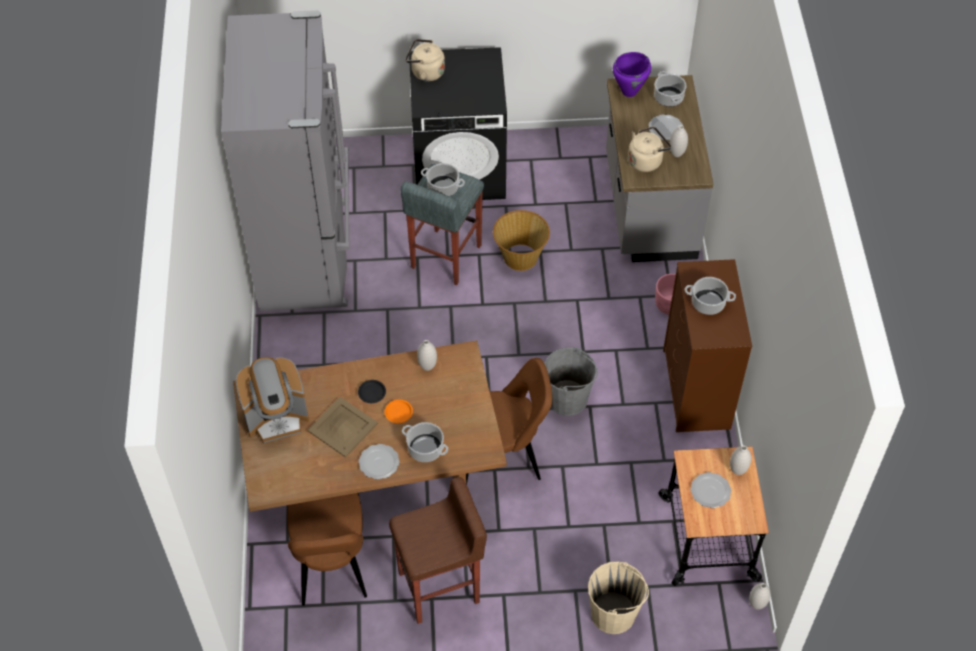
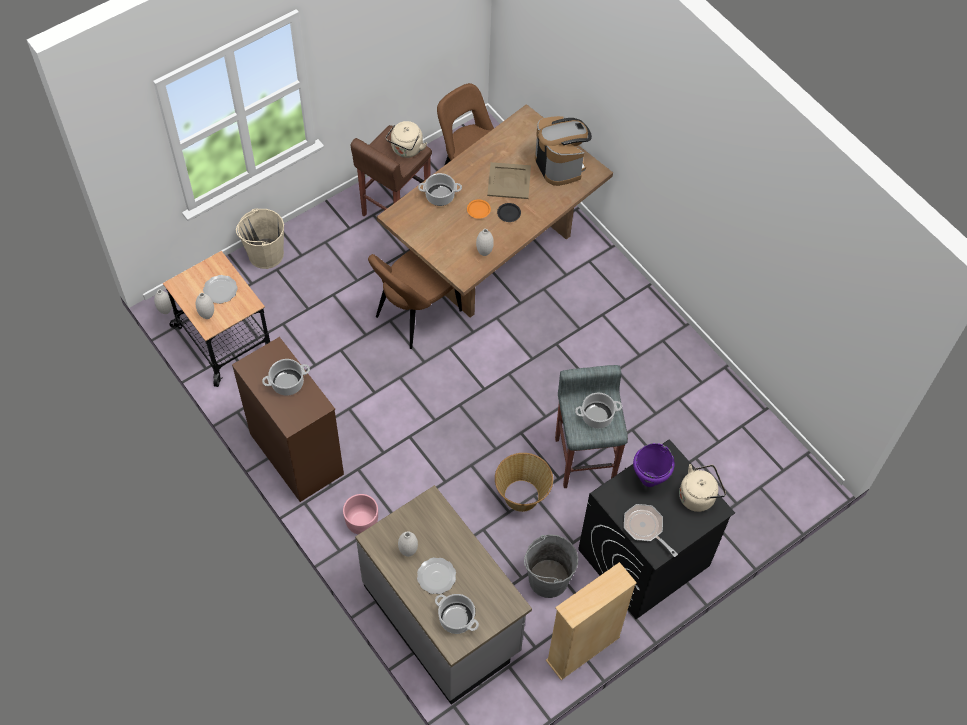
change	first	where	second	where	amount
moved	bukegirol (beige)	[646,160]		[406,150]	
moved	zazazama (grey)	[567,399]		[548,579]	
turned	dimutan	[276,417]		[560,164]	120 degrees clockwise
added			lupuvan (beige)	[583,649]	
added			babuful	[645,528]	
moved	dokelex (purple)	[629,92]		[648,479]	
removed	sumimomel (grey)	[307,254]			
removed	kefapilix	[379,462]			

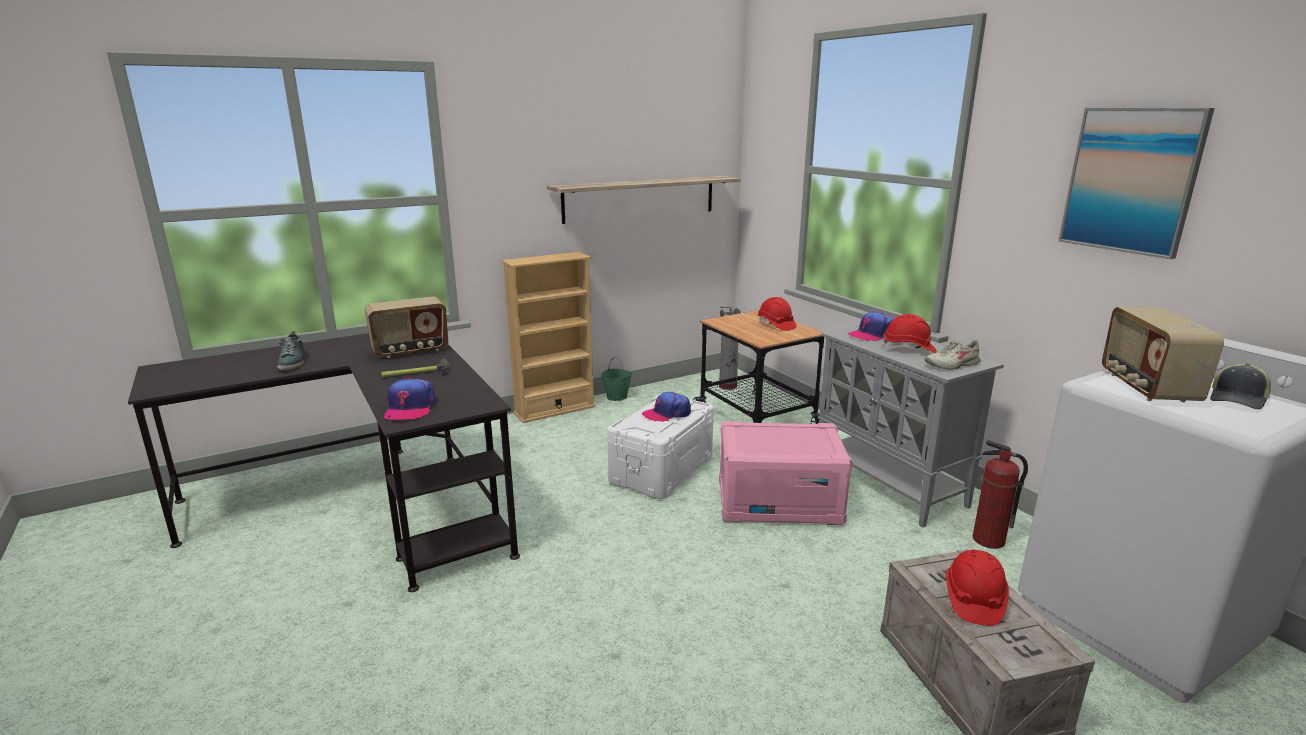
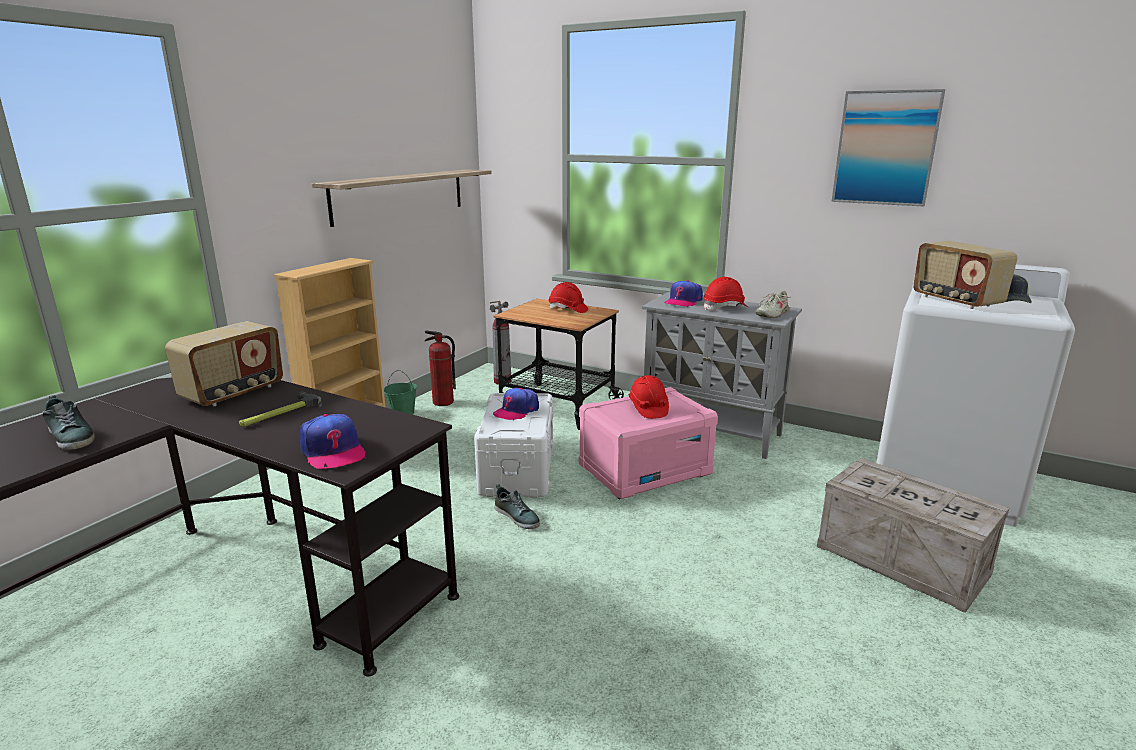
change	first	where	second	where	amount
moved	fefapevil	[988,540]		[443,402]	
added			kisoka	[517,516]	
moved	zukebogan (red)	[973,600]		[648,409]	

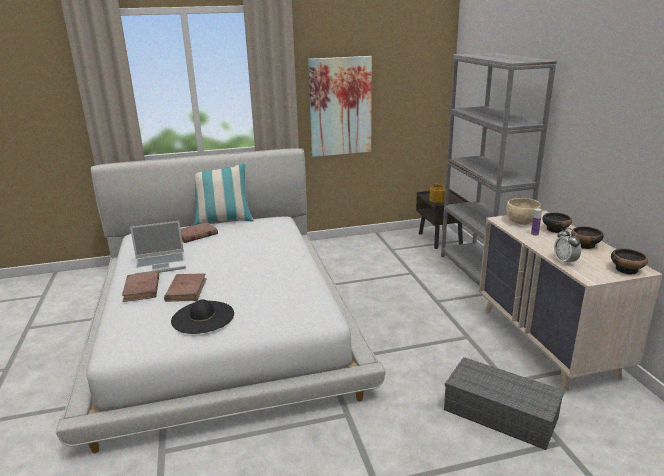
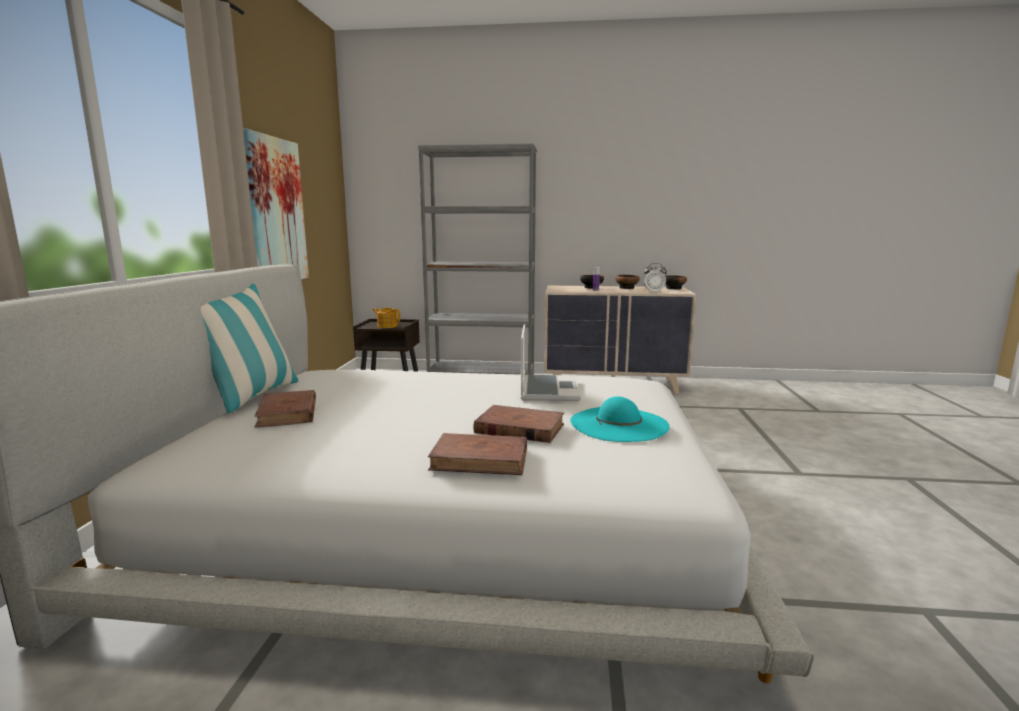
change	first	where	second	where	amount
moved	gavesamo	[161,264]		[547,389]	
recoloured	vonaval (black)	[203,317]	vonaval (turquoise)	[618,424]	
removed	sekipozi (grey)	[502,413]			
removed	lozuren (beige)	[522,221]			

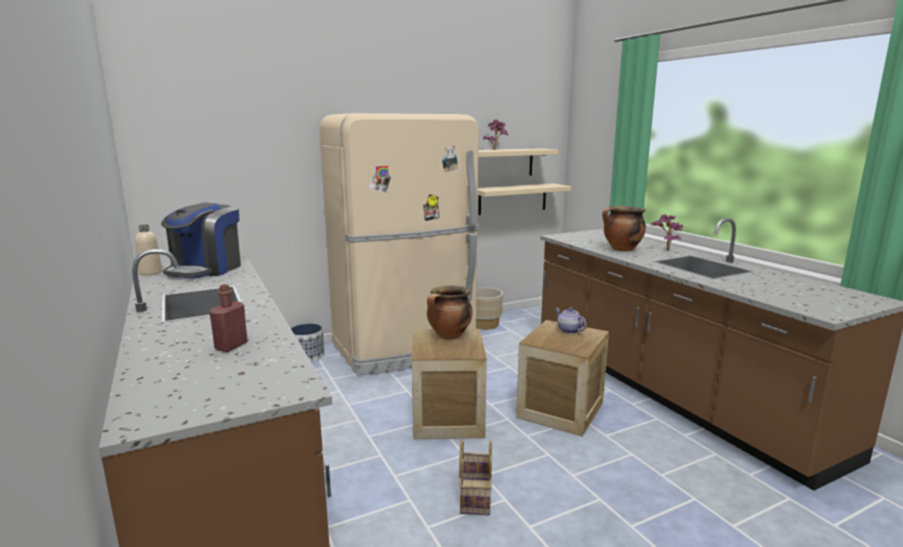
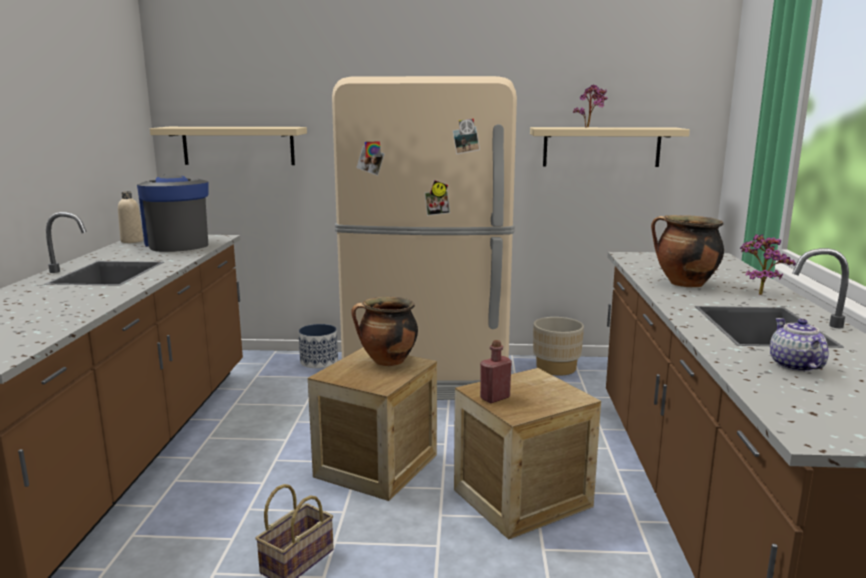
change	first	where	second	where	amount
turned	dimutan	[206,269]		[177,244]	105 degrees clockwise
moved	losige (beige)	[512,199]		[238,145]	
moved	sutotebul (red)	[231,346]		[495,398]	
moved	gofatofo	[569,330]		[795,366]	

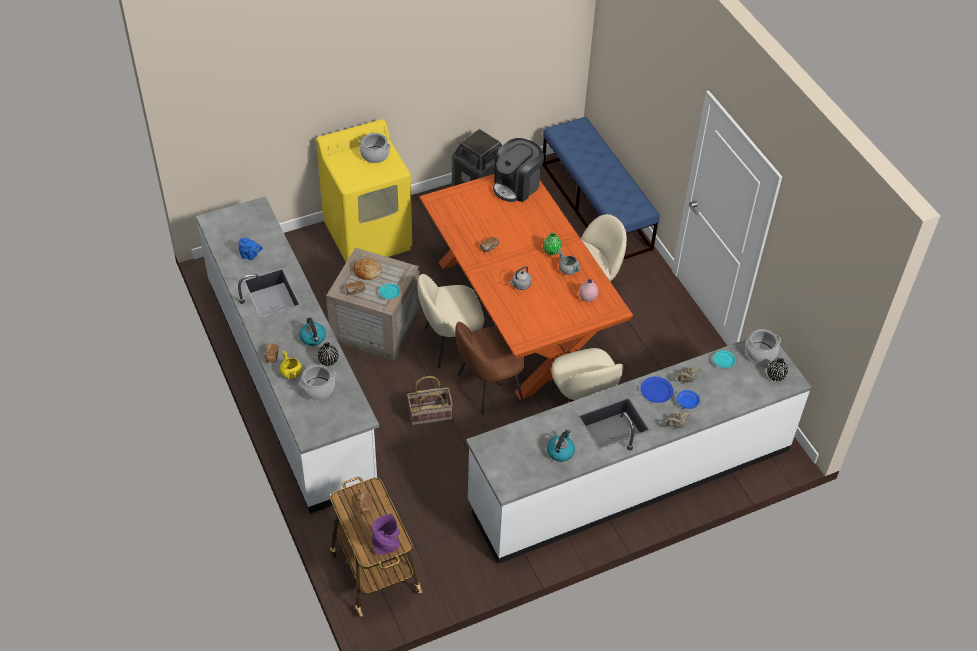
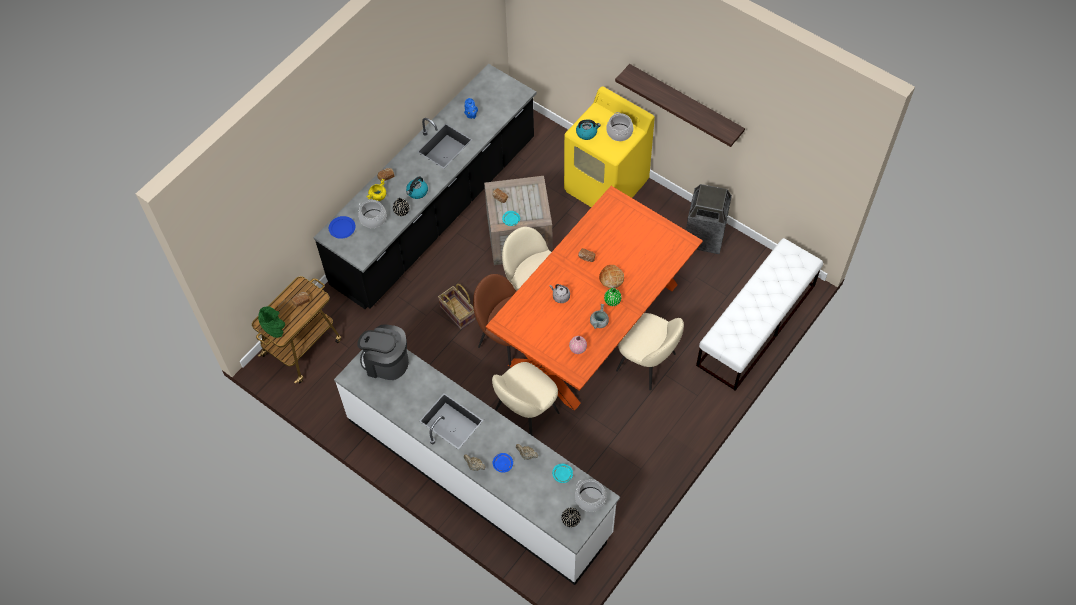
change	first	where	second	where	amount
recoloured	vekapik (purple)	[386,546]	vekapik (green)	[275,330]	
recoloured	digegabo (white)	[290,380]	digegabo (black)	[436,212]	
moved	kefapilix (blue)	[656,391]		[342,228]	
moved	dimutan	[517,186]		[386,362]	
moved	bukegirol	[560,451]		[587,133]	
moved	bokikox	[367,271]		[611,278]	
added			losige	[685,103]	
recoloured	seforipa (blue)	[596,206]	seforipa (white)	[756,325]	

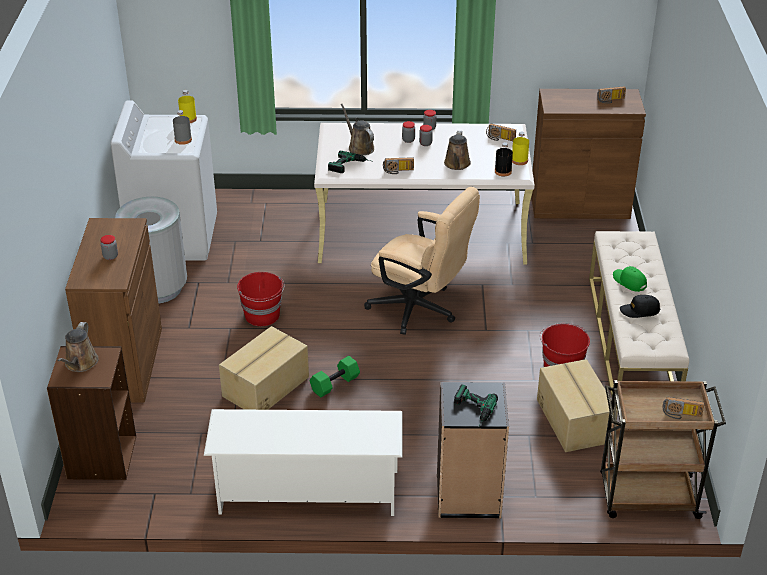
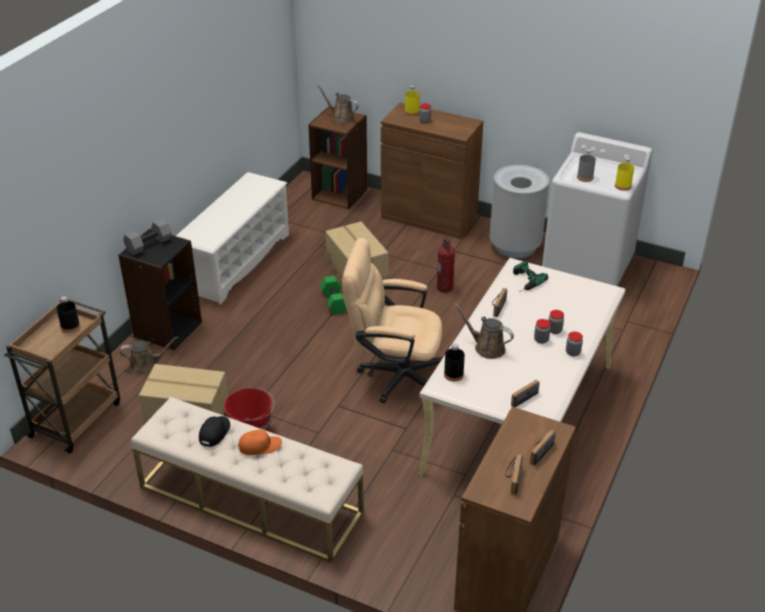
change	first	where	second	where	amount
added			sutotebul (black)	[70,326]	
moved	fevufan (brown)	[359,147]		[147,366]	
replaced	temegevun	[472,410]	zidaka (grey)	[149,244]	
recoloured	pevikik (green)	[629,282]	pevikik (orange)	[260,446]	
turned	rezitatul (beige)	[420,310]		[394,375]	45 degrees clockwise
moved	sutotebul (yellow)	[519,160]		[412,112]	
replaced	zazazama (red)	[262,315]	fefapevil	[445,288]	
moved	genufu	[681,415]		[539,451]	

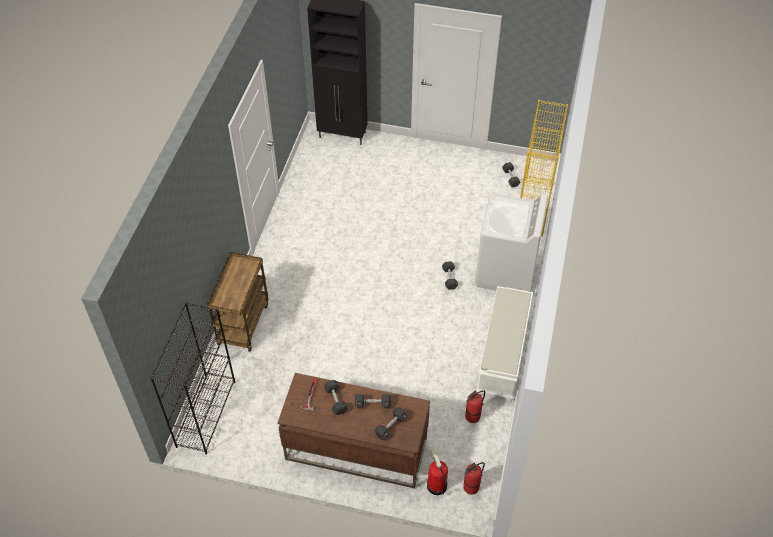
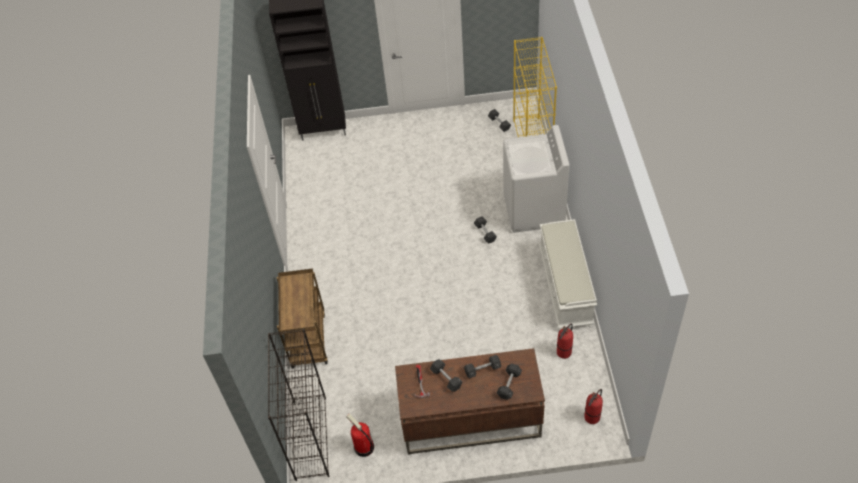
change	first	where	second	where	amount
moved	fefapevil	[436,485]		[363,447]	

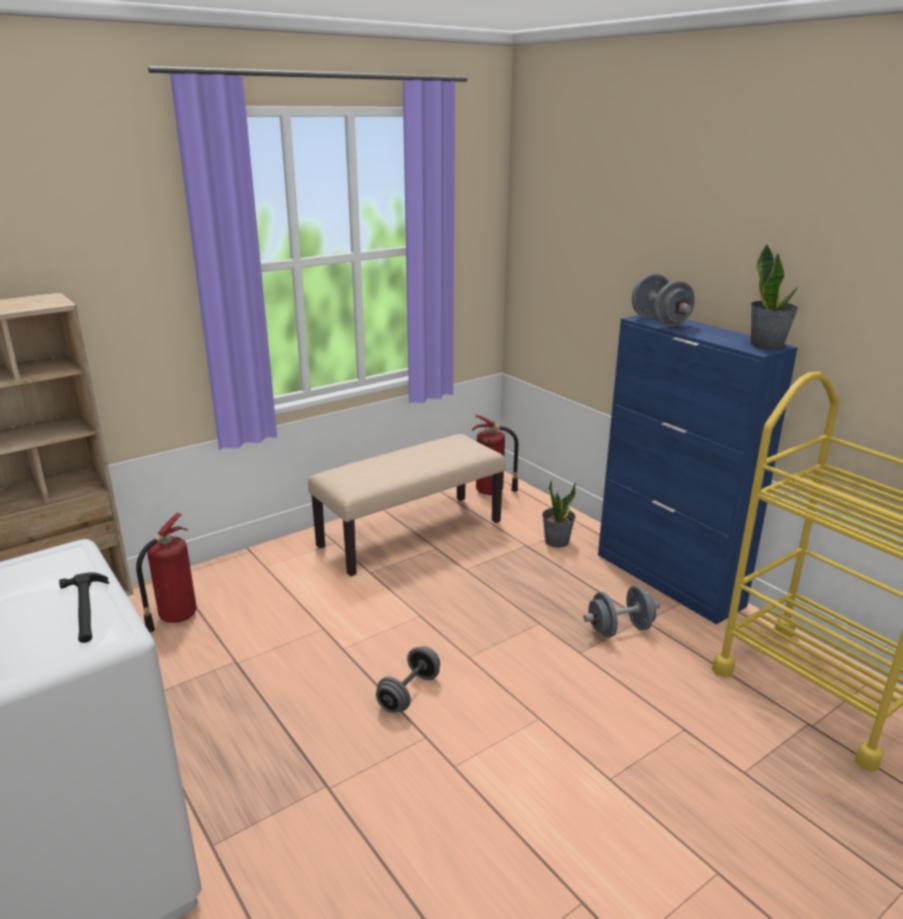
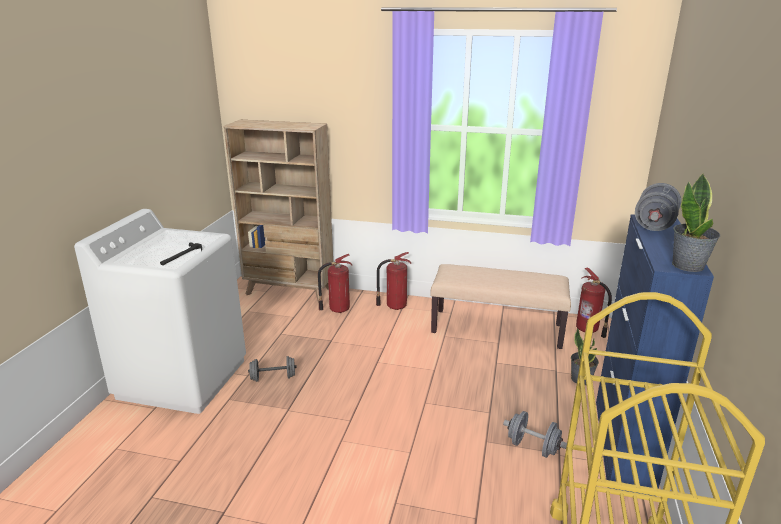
change	first	where	second	where	amount
moved	zidaka (grey)	[409,693]		[273,377]	
added			fefapevil	[394,306]	

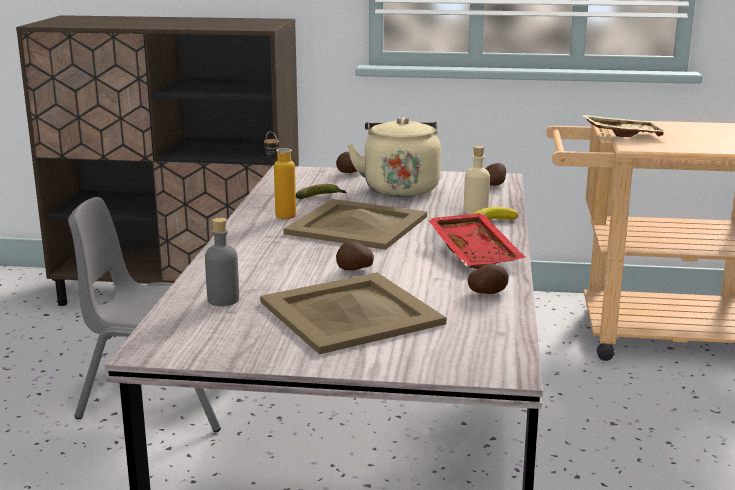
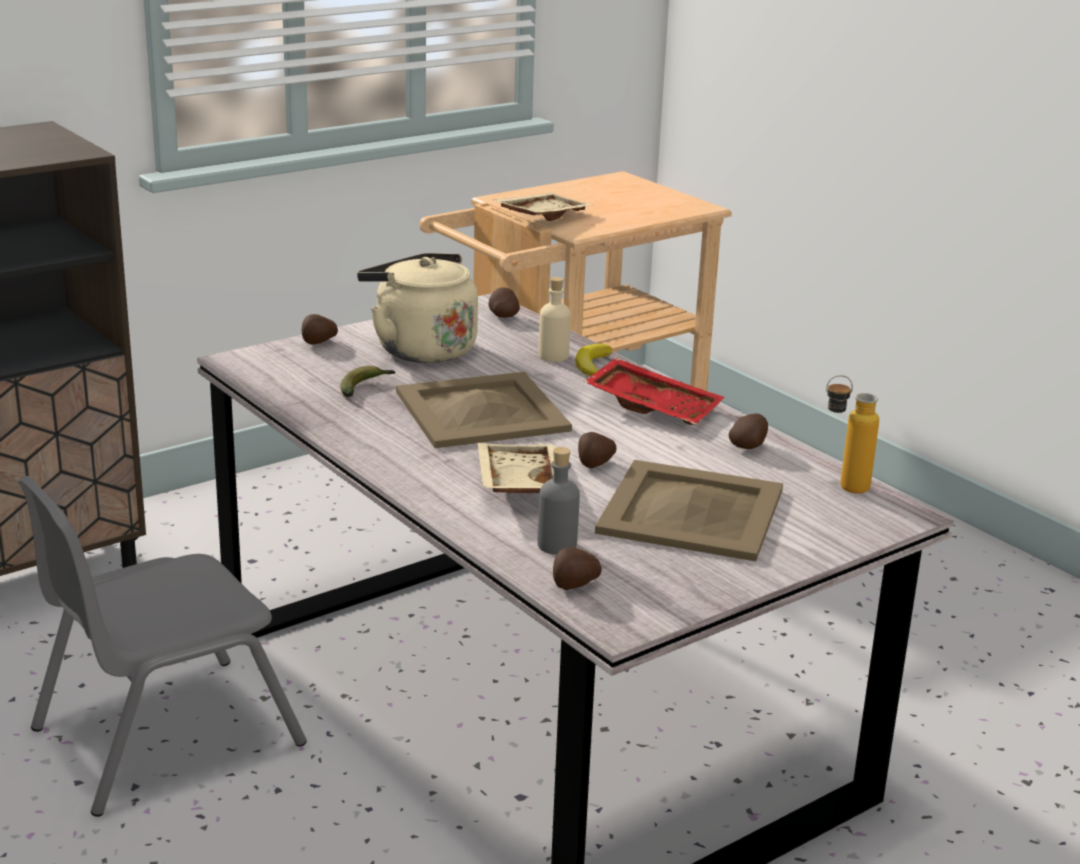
change	first	where	second	where	amount
added			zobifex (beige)	[517,484]	
added			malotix	[574,585]	
moved	sutotebul	[280,214]		[842,487]	

